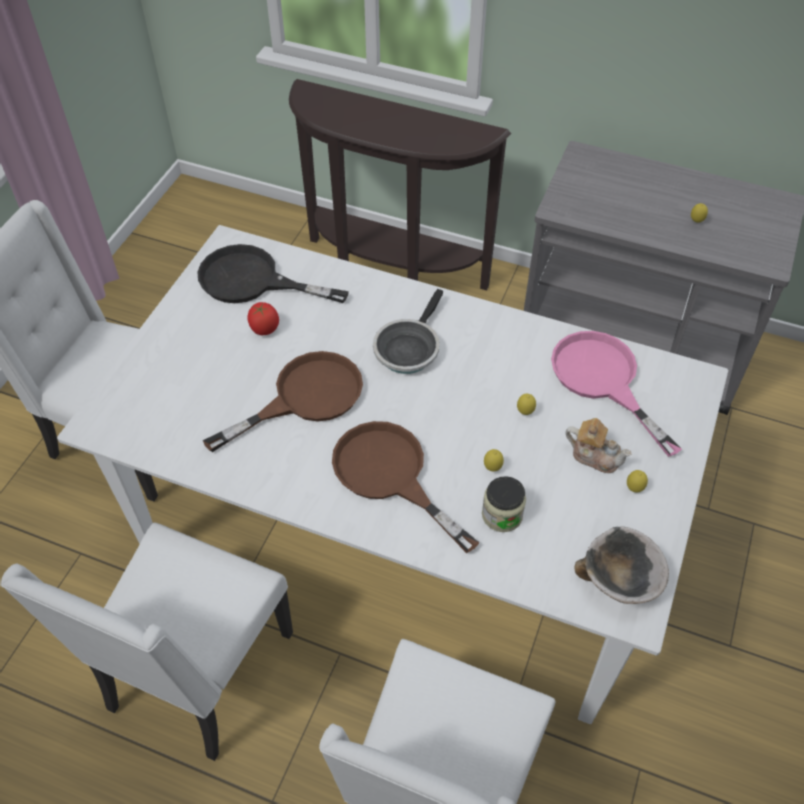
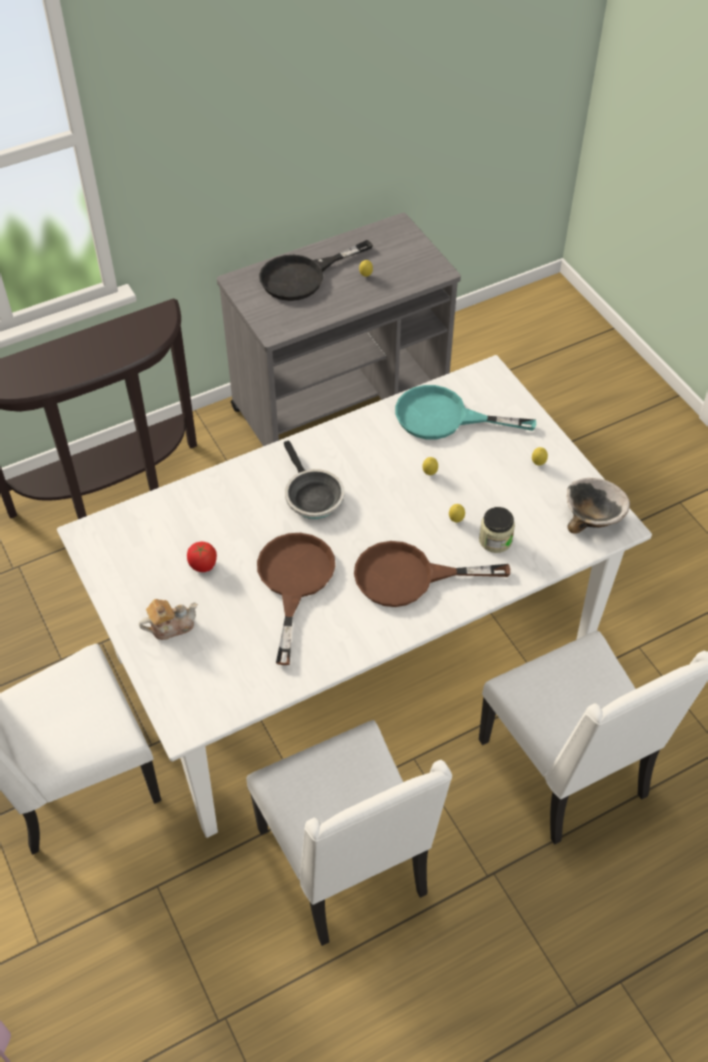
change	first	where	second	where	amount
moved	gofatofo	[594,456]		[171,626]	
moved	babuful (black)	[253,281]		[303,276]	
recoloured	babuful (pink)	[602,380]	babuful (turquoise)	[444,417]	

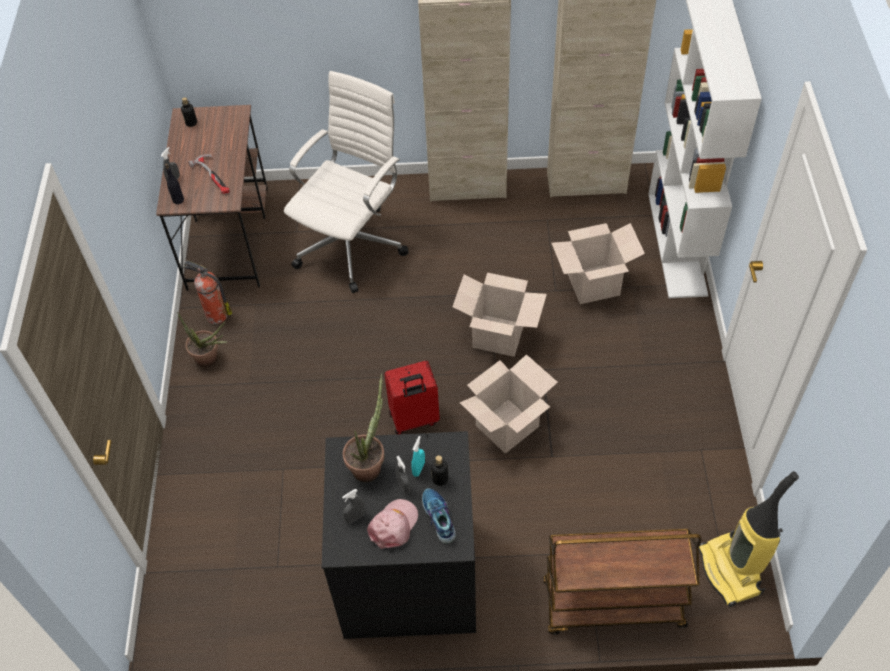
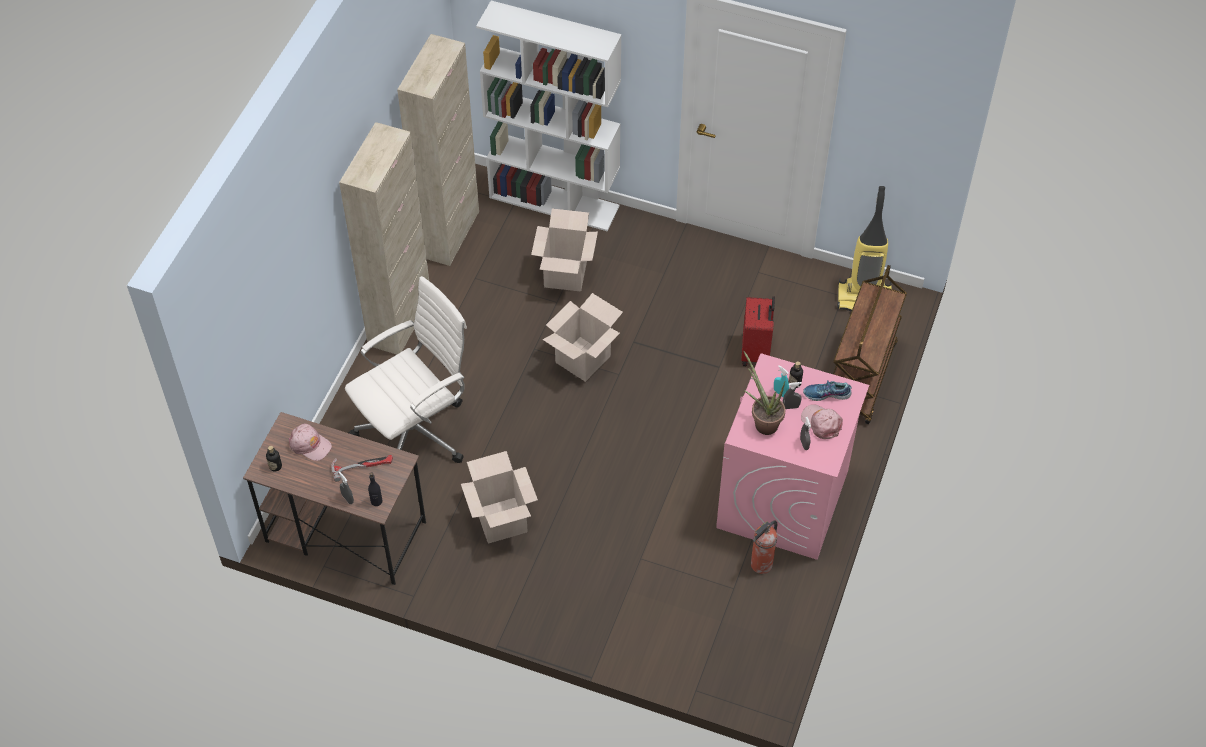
change	first	where	second	where	amount
added			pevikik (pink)	[310,445]	
turned	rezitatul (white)	[352,244]		[416,432]	90 degrees clockwise
moved	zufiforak	[507,426]		[501,520]	
recoloured	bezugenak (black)	[407,577]	bezugenak (pink)	[783,500]	
moved	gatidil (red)	[414,419]		[756,352]	
moved	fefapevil	[215,315]		[760,565]	
removed	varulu	[211,360]			

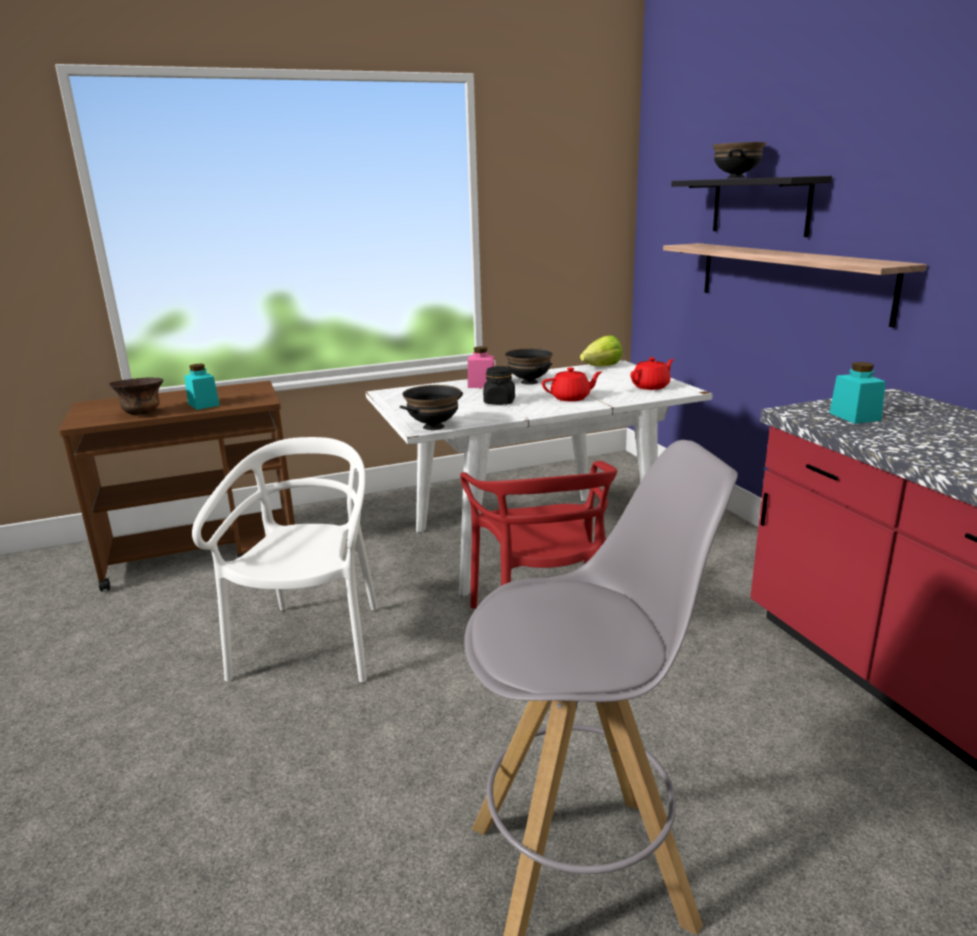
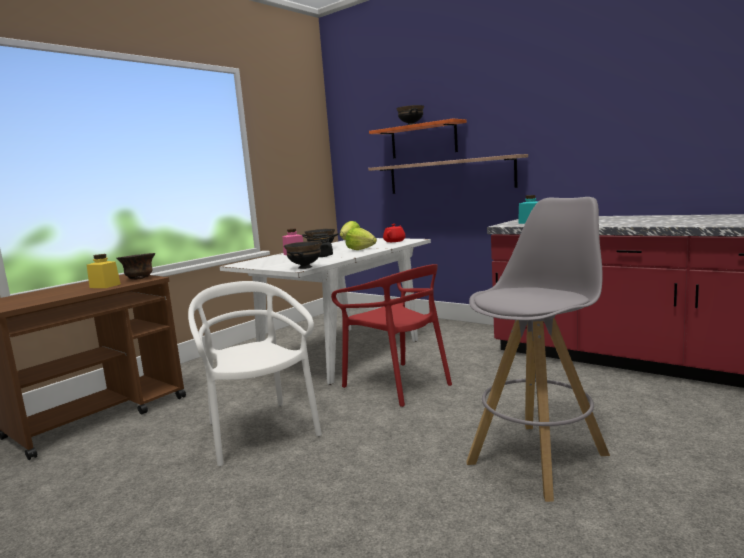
change	first	where	second	where	amount
recoloured	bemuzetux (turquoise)	[203,404]	bemuzetux (yellow)	[105,286]	
moved	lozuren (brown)	[142,413]		[139,279]	
replaced	gofatofo (red)	[571,398]	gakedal	[361,249]	
recoloured	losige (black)	[760,206]	losige (orange)	[423,140]	

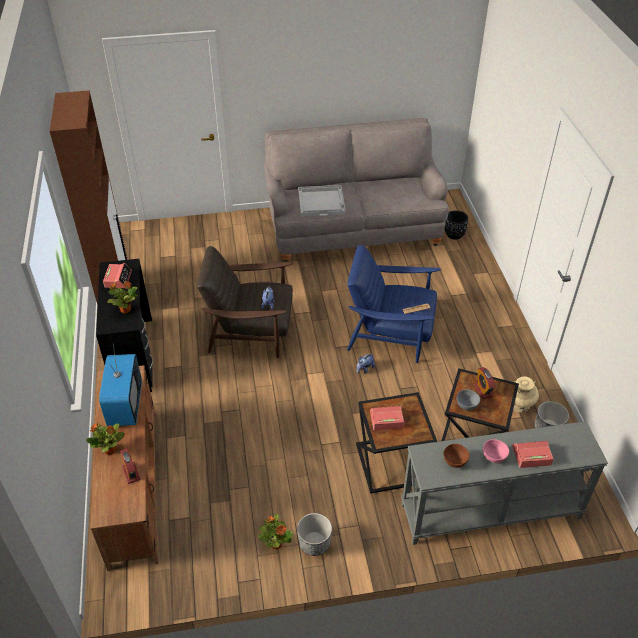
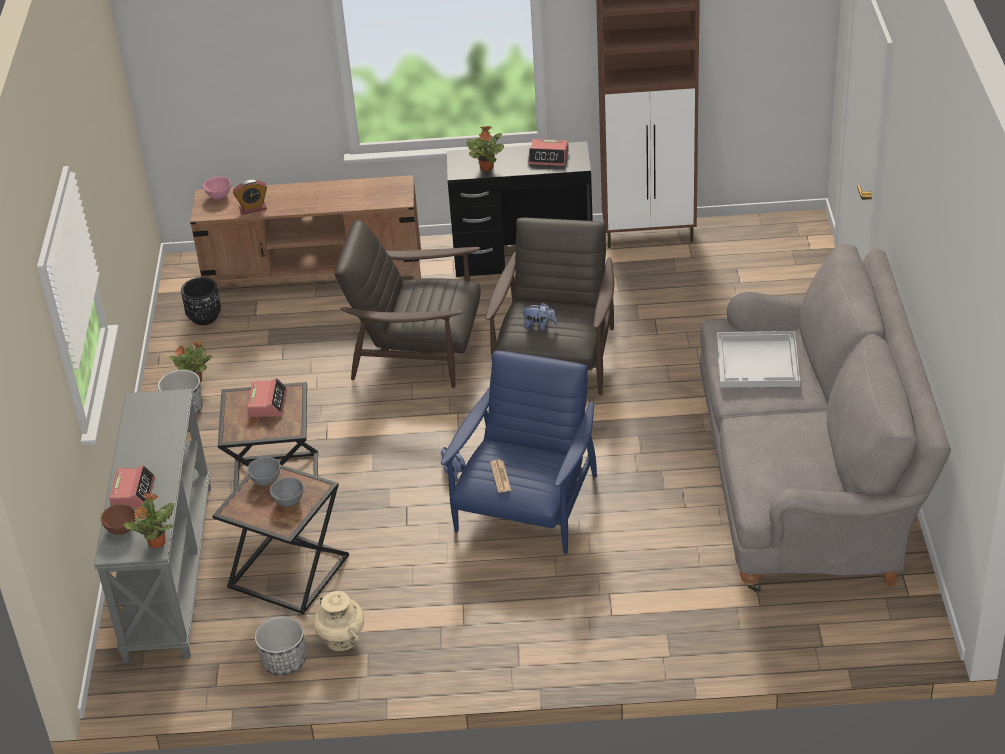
change	first	where	second	where	amount
moved	lozuren (brown)	[454,462]		[121,529]	
moved	varulu	[110,450]		[156,543]	
moved	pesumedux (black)	[454,234]		[204,317]	
moved	lozuren (pink)	[493,457]		[219,196]	
replaced	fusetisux	[483,390]	lozuren (grey)	[288,501]	
added			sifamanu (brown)	[417,351]	
removed	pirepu	[125,405]			

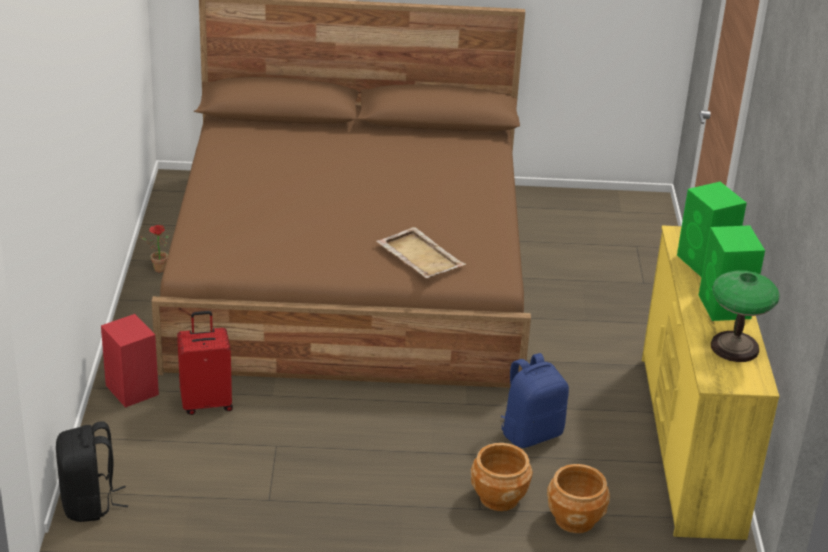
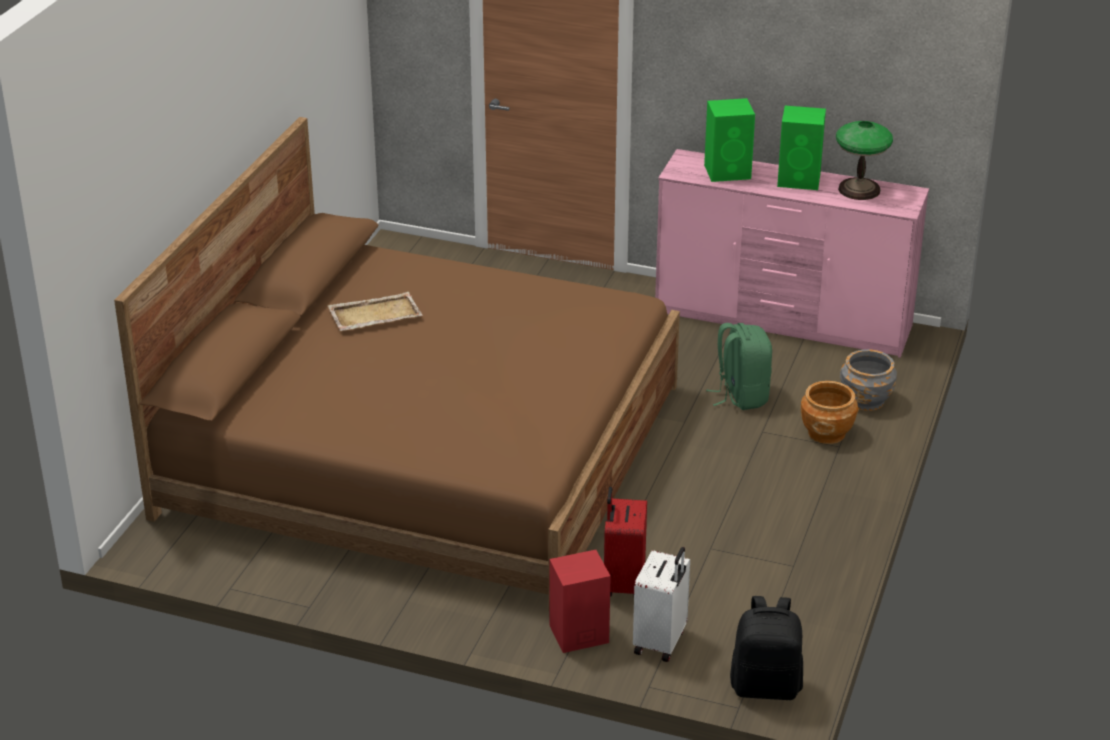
change	first	where	second	where	amount
moved	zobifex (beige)	[419,255]		[374,315]	
added			gatidil (white)	[661,642]	
recoloured	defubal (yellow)	[688,444]	defubal (pink)	[783,320]	
recoloured	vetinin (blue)	[531,433]	vetinin (green)	[741,396]	
recoloured	pesumedux (brown)	[575,519]	pesumedux (grey)	[865,400]	
removed	varulu	[157,269]			

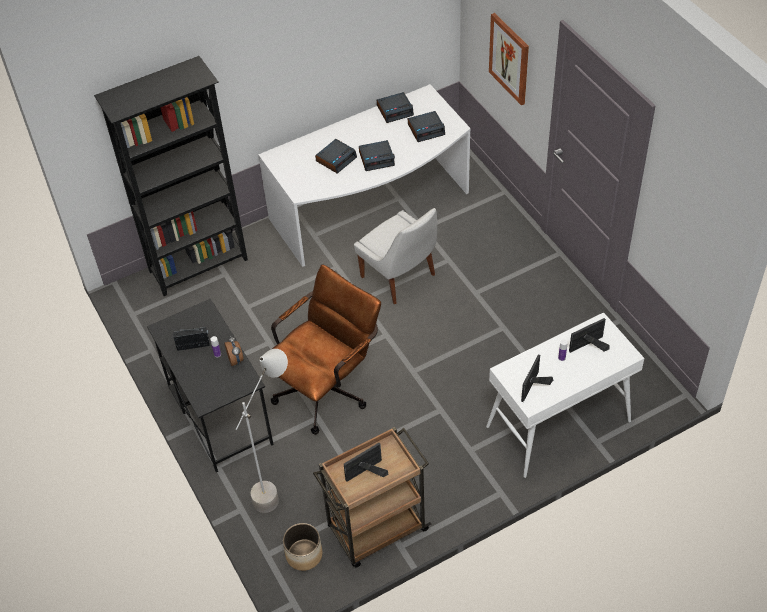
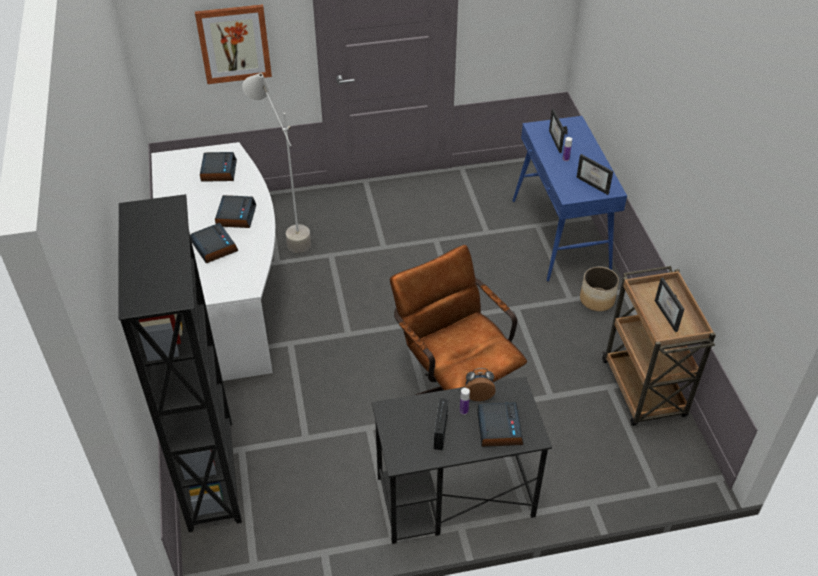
change	first	where	second	where	amount
moved	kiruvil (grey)	[278,484]		[287,234]	
moved	fusetisux	[395,110]		[499,428]	
recoloured	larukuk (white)	[558,425]	larukuk (blue)	[560,235]	
moved	pesumedux	[304,555]		[597,300]	
removed	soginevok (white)	[400,277]			

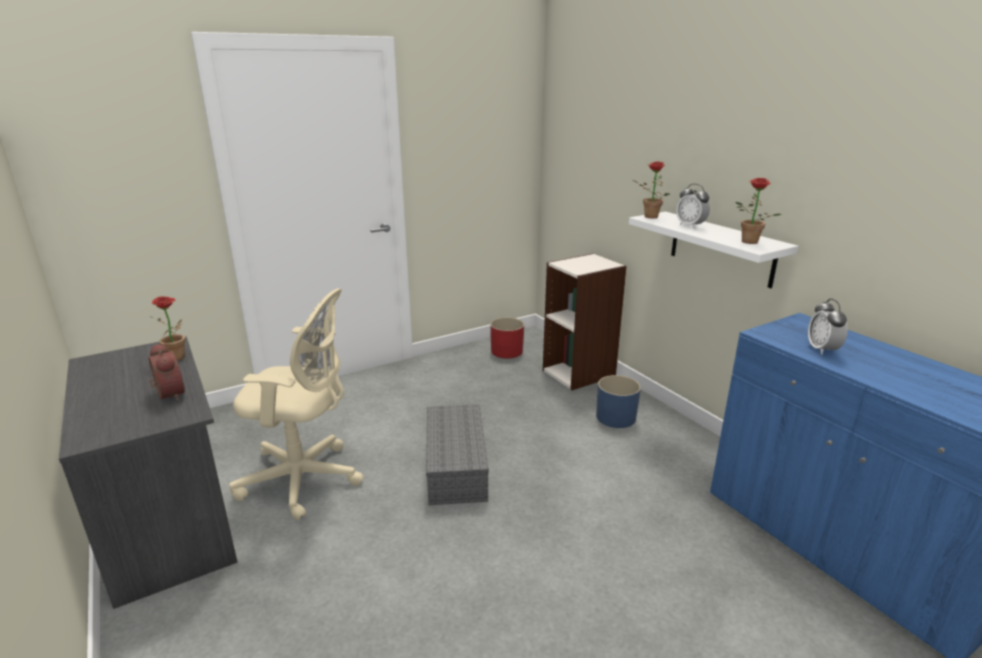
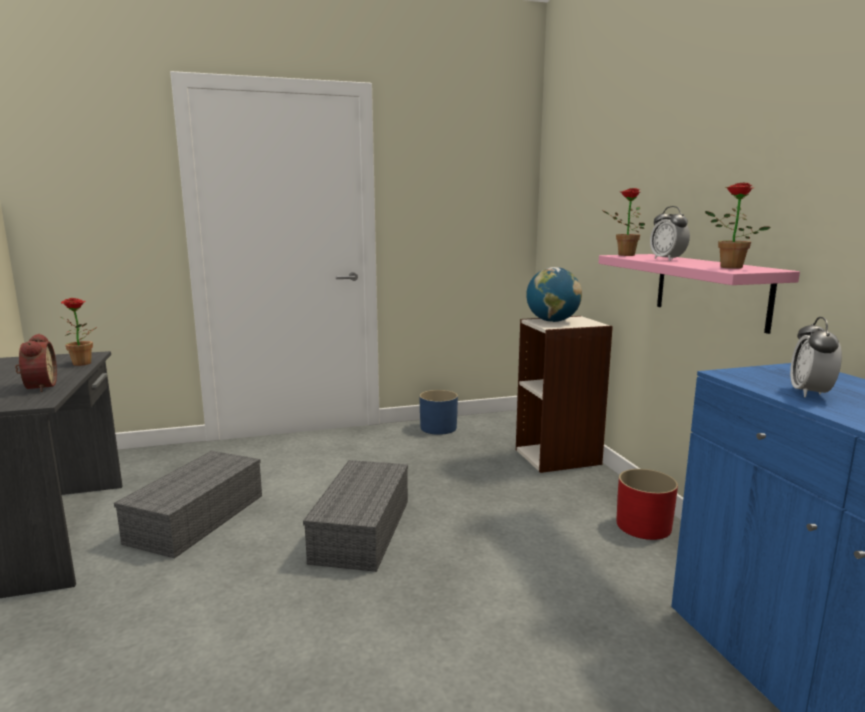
change	first	where	second	where	amount
replaced	rezitatul (beige)	[305,479]	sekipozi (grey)	[196,519]	
moved	pesumedux (blue)	[616,417]		[438,428]	
added			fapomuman	[552,321]	
recoloured	losige (white)	[721,248]	losige (pink)	[710,290]	
moved	pesumedux (red)	[507,351]		[643,525]	

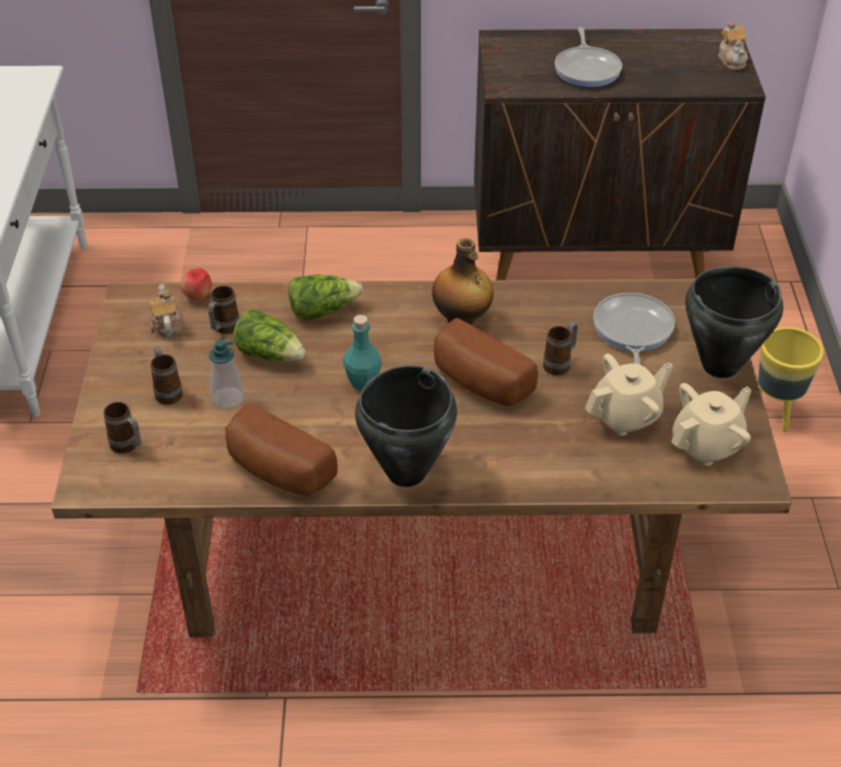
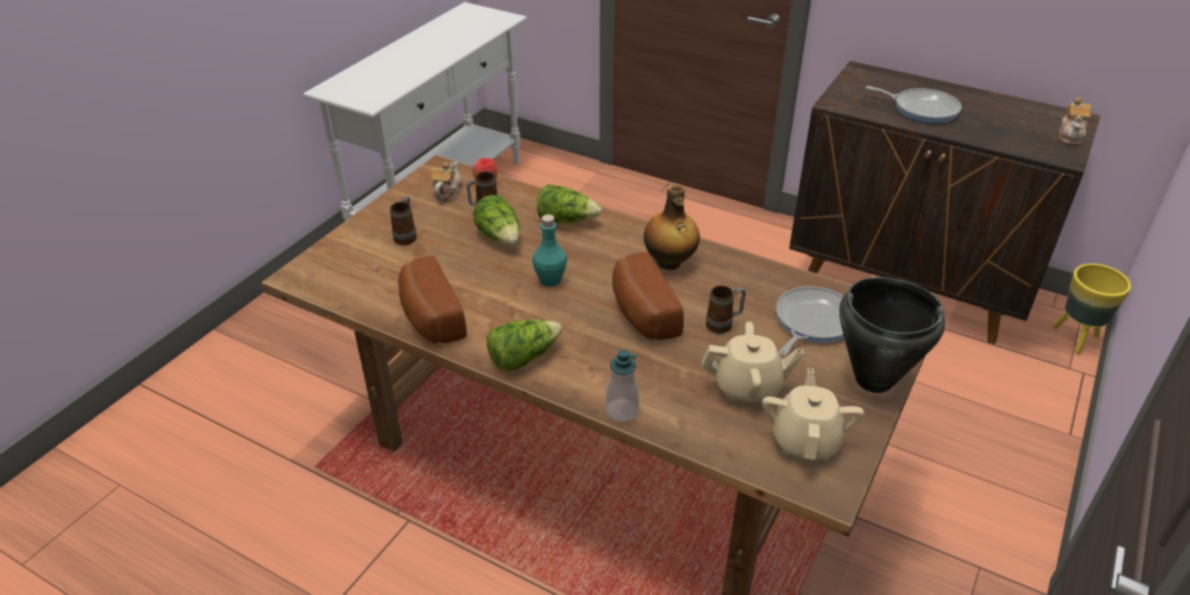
change	first	where	second	where	amount
replaced	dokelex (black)	[405,472]	gakedal	[523,357]	
moved	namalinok	[227,398]		[621,411]	
turned	gofatofo (beige)	[707,445]		[805,441]	75 degrees counterclockwise
turned	babuful	[587,69]		[922,109]	90 degrees counterclockwise
moved	pesumedux (yellow)	[774,412]		[1075,339]	
removed	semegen	[128,447]			

